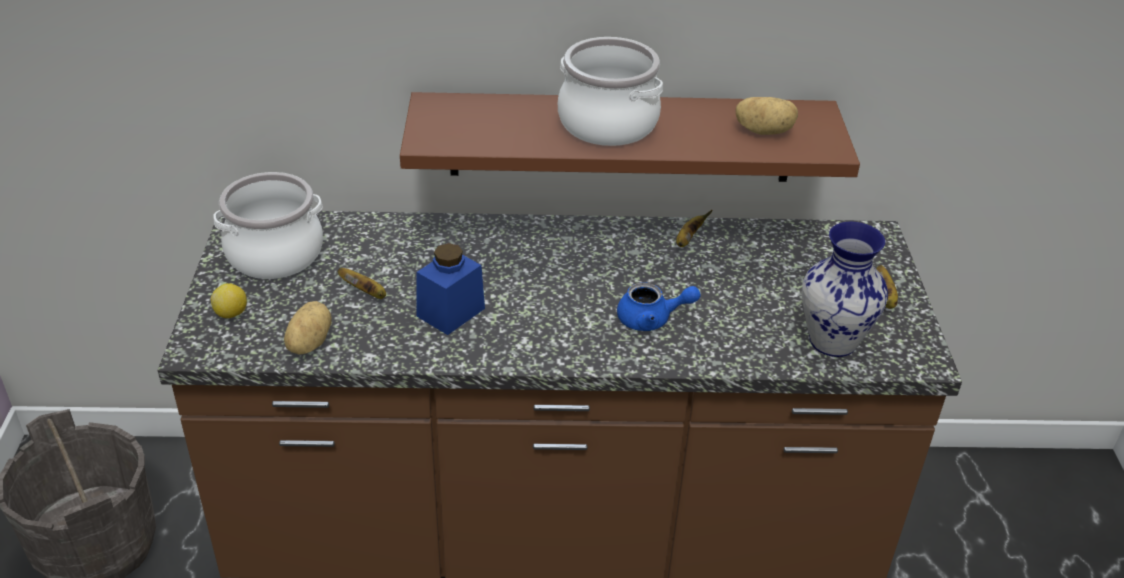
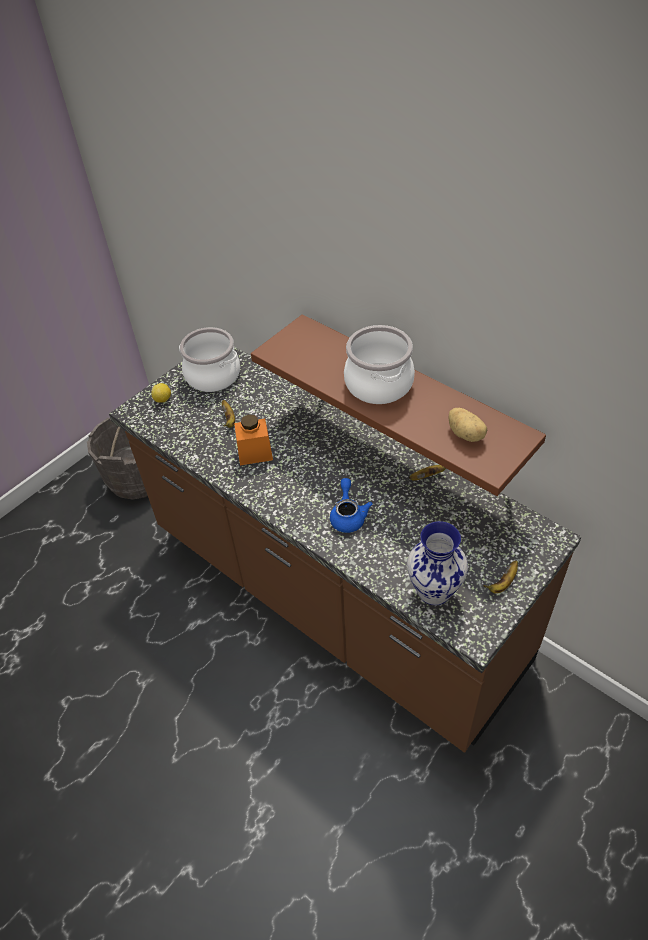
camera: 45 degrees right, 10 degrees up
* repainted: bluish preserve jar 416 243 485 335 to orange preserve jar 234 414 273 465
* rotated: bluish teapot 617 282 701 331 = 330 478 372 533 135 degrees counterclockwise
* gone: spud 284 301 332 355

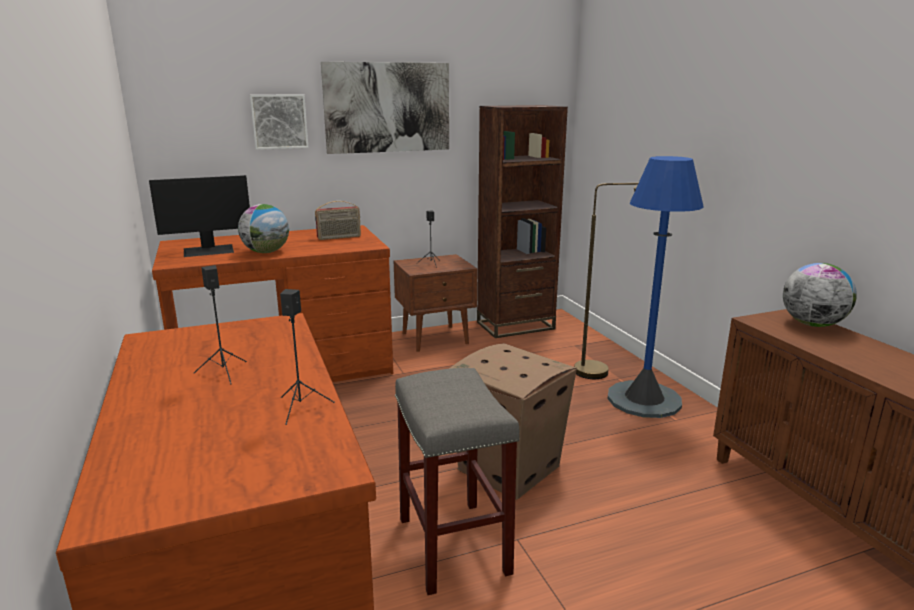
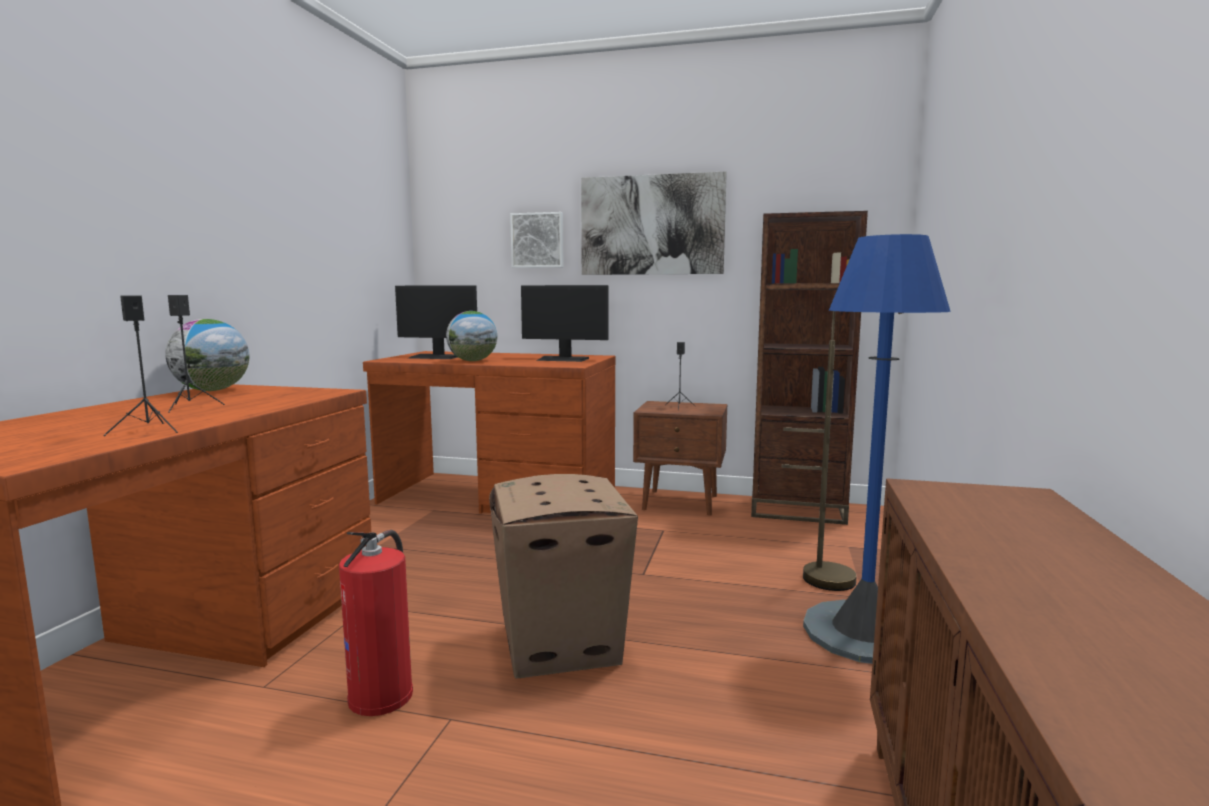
camera: 35 degrees right, 10 degrees down
* swapped: radio set 315 201 361 240 to monitor 521 285 609 362
* shifted: desk globe 783 263 857 327 to 165 319 249 391
* swapped: grey stool 395 368 520 595 to fire-fighting cylinder 339 530 413 716

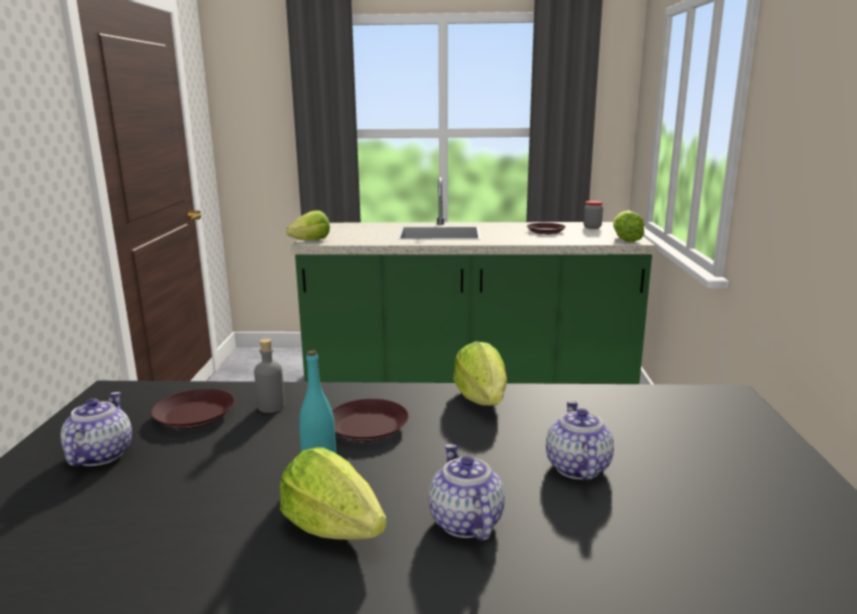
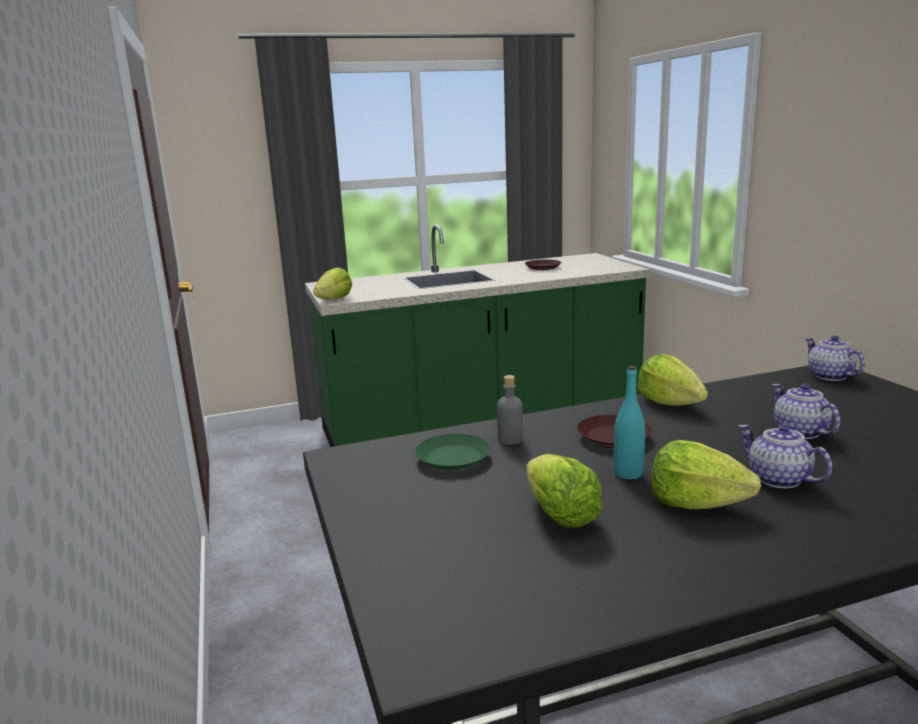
camera: 20 degrees left, 0 degrees up
* gone: preserve jar 584 201 603 229
* shifted: head of lettuce 613 210 644 242 to 526 454 603 528
* repainted: brown plate 151 389 235 429 to green-coloured plate 415 433 491 470
* shifted: teapot 61 392 132 466 to 805 335 865 381

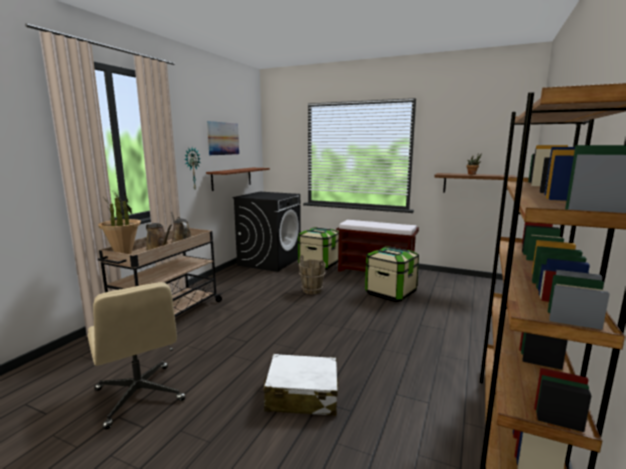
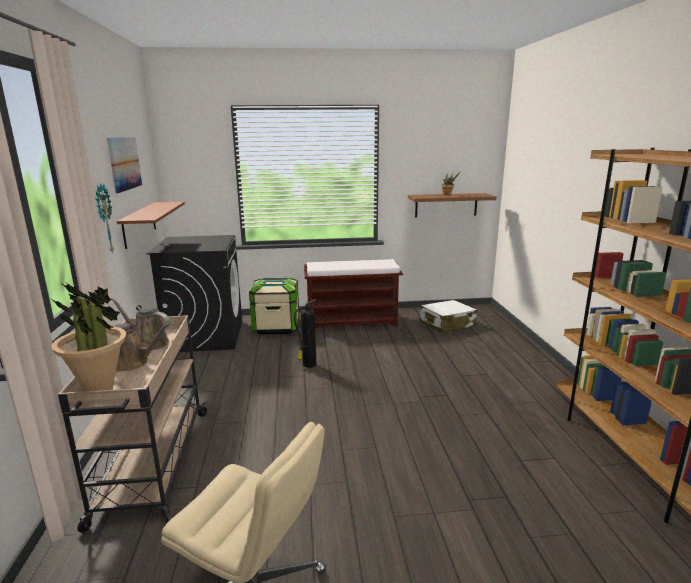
camera: 30 degrees left, 5 degrees up
* gone: storage bin 365 246 419 302
* swapped: brown bucket 299 255 326 294 to fire-fighting cylinder 294 299 319 368
* shifted: whitish suitcase 264 354 338 416 to 419 300 477 333

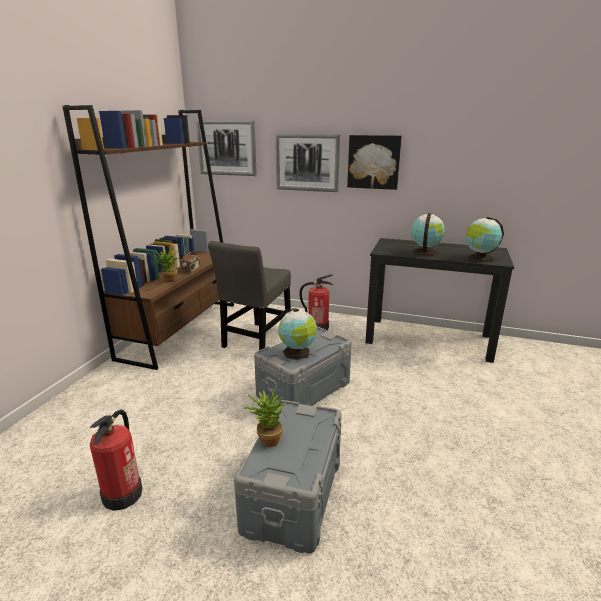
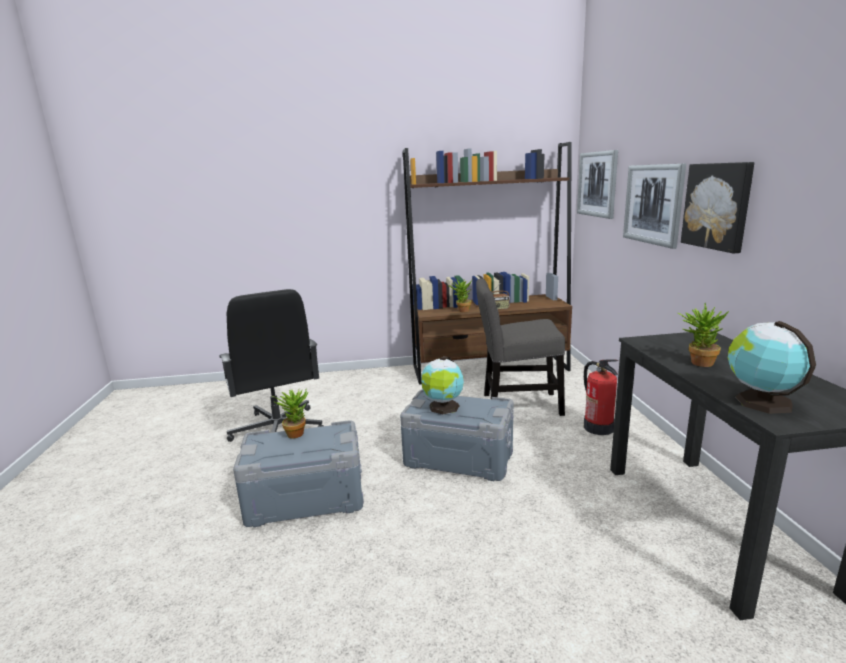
camera: 65 degrees right, 5 degrees down
* swapped: desk globe 411 213 445 257 to plant in a pot 678 303 729 367
* swapped: fire-fighting cylinder 90 410 142 511 to black-coloured office chair 220 289 323 442

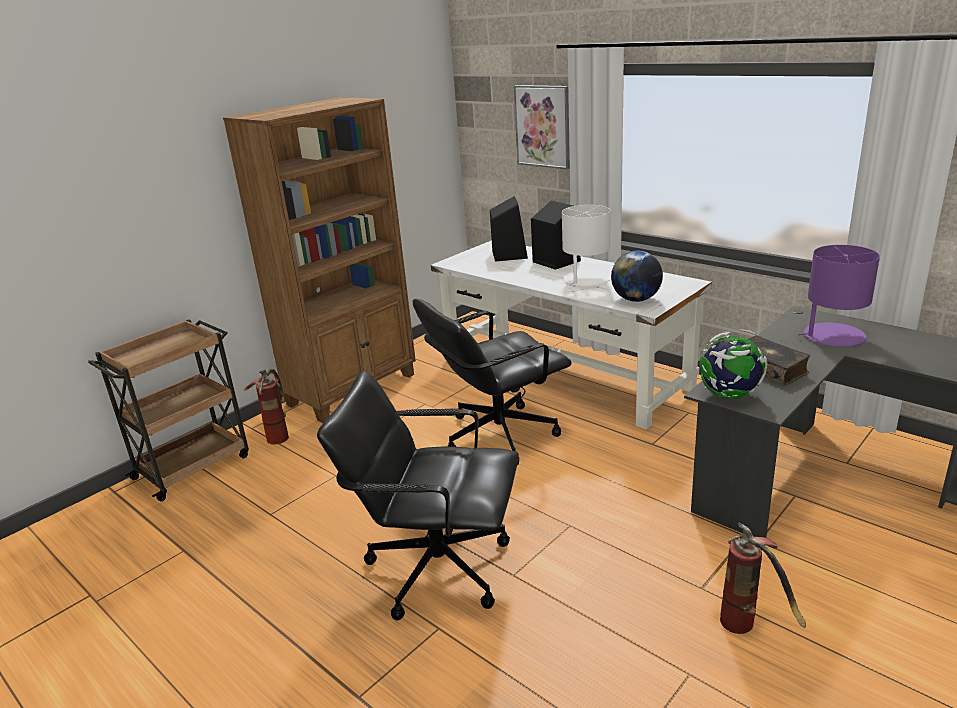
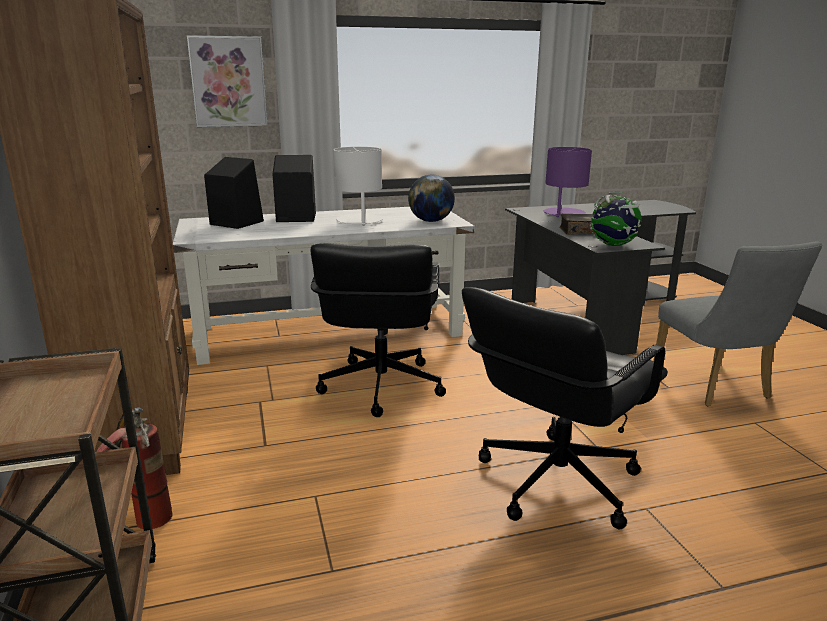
camera: 60 degrees left, 5 degrees down
* swapped: fire-fighting cylinder 720 523 806 634 to grey chair 653 241 822 406

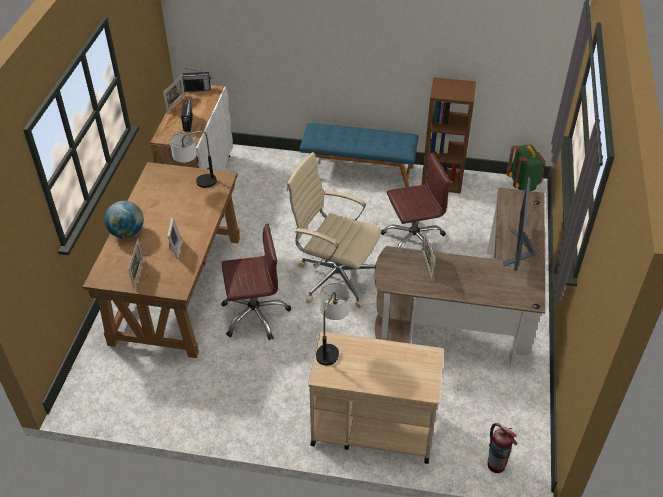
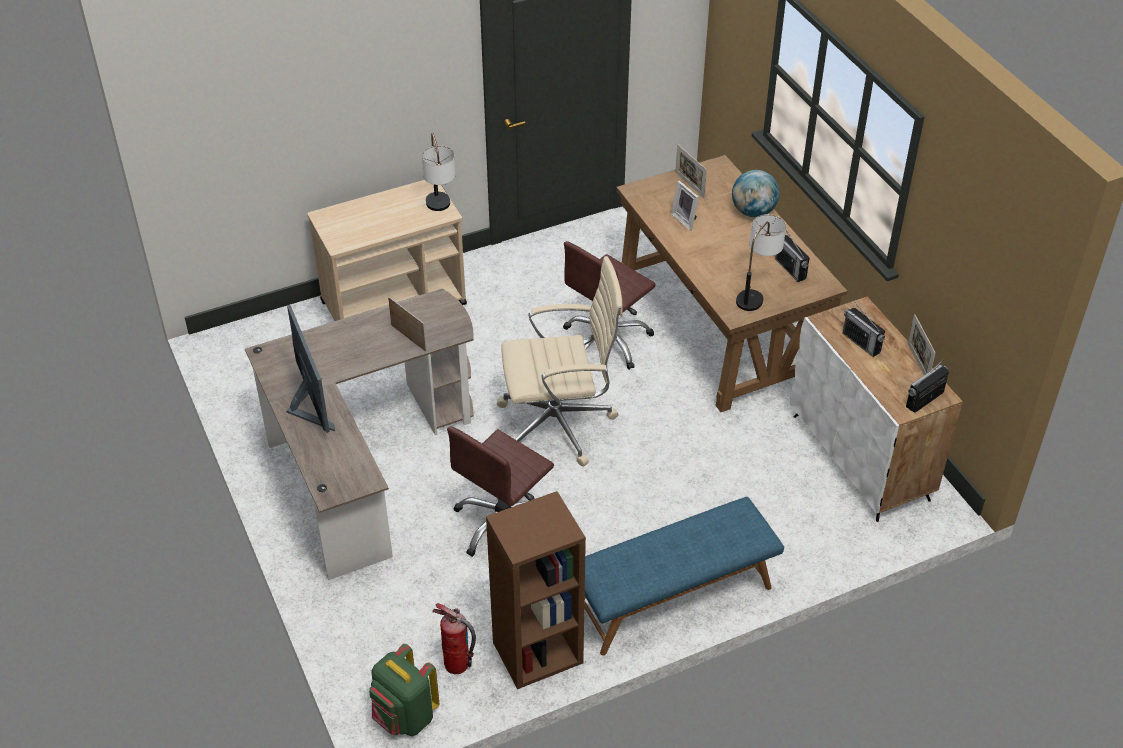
camera: 145 degrees right, 0 degrees up
* shifted: fire-fighting cylinder 488 423 517 473 to 432 603 476 674
* new: radio set 775 231 810 282

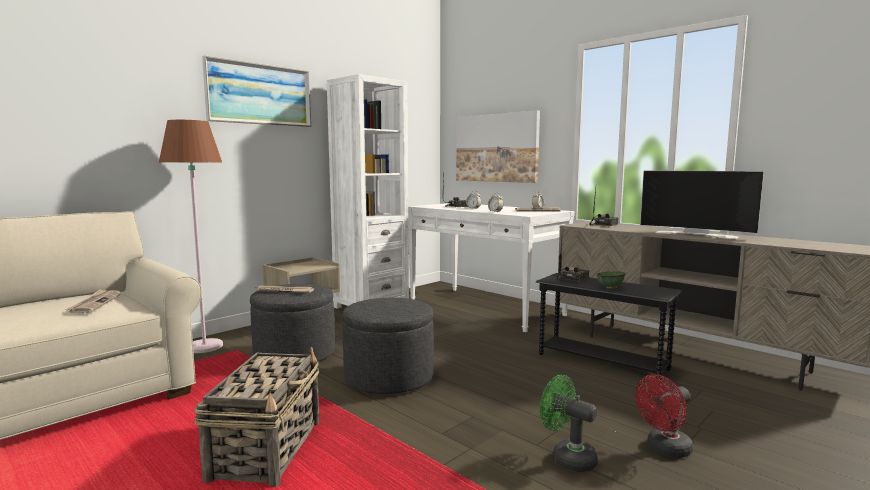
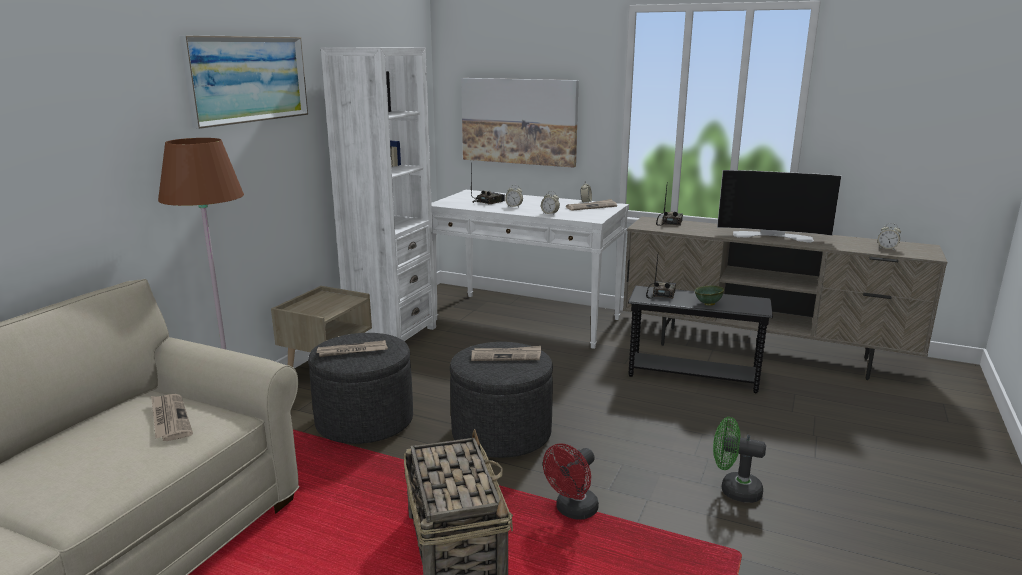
camera: 20 degrees left, 10 degrees up
* shifted: reddish electric fan 635 374 693 458 to 543 443 599 520
* new: alarm clock 878 223 901 251
* new: printed paper 471 346 541 361

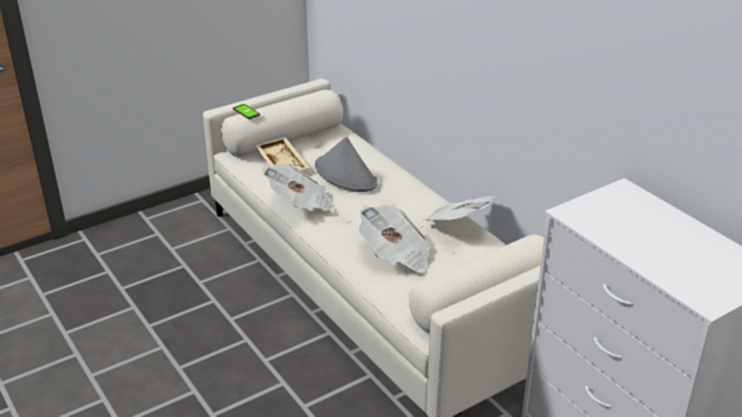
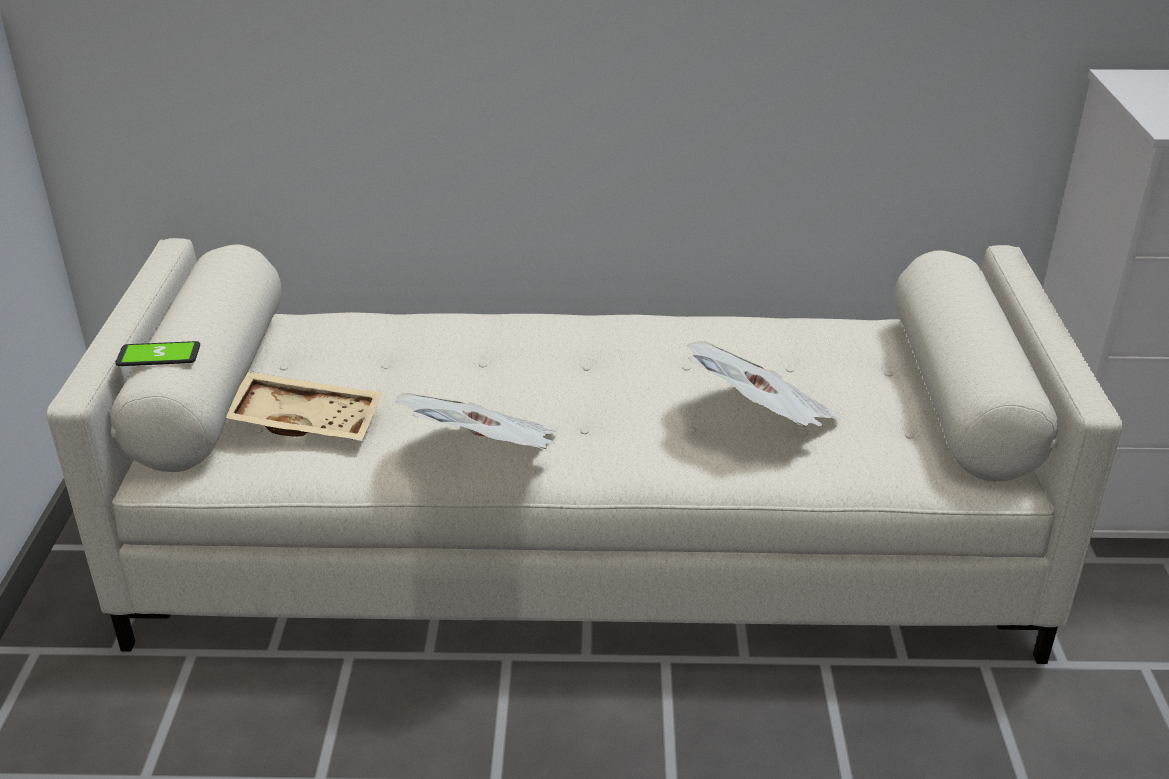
camera: 55 degrees left, 0 degrees up
* gone: grey hat 315 136 378 192
* gone: printed paper 424 196 496 221

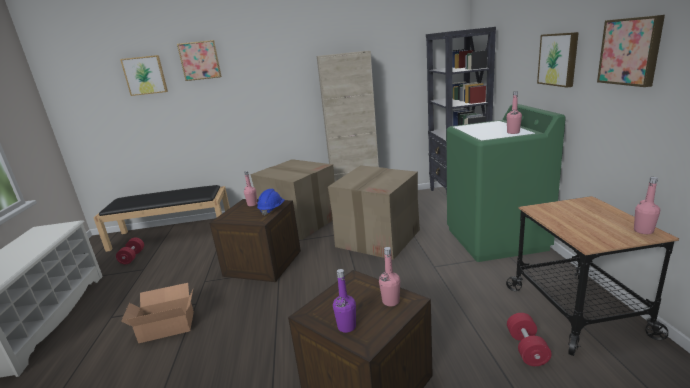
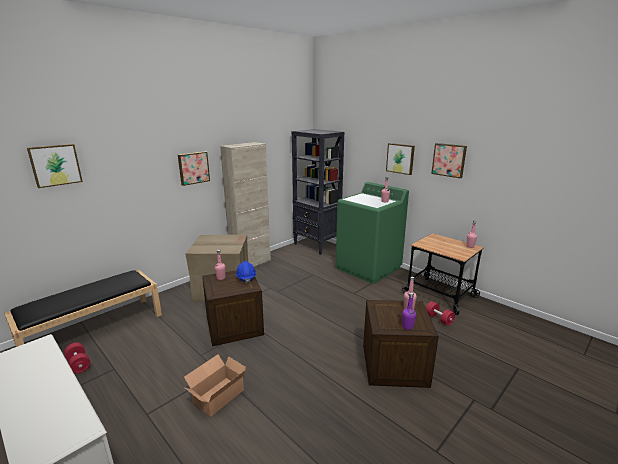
camera: 40 degrees left, 0 degrees up
* shifted: wall picture 177 40 222 81 to 178 151 210 186
* gone: carton 328 165 420 260

